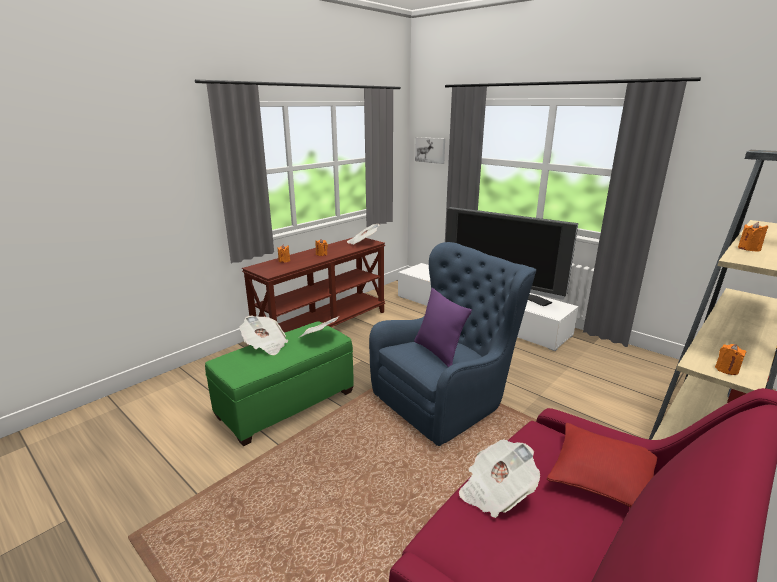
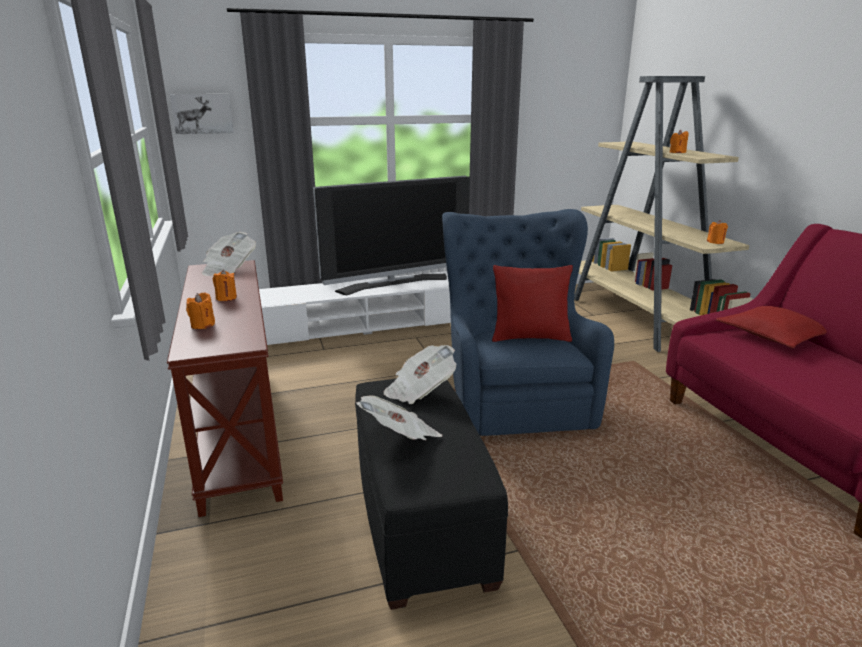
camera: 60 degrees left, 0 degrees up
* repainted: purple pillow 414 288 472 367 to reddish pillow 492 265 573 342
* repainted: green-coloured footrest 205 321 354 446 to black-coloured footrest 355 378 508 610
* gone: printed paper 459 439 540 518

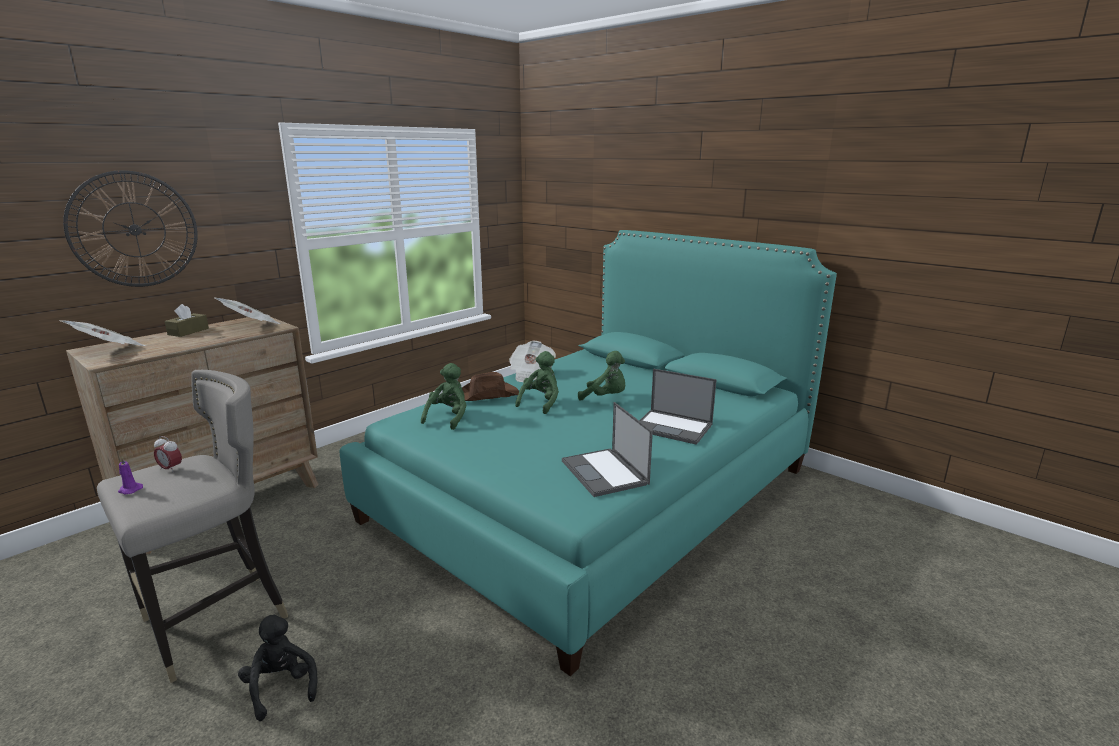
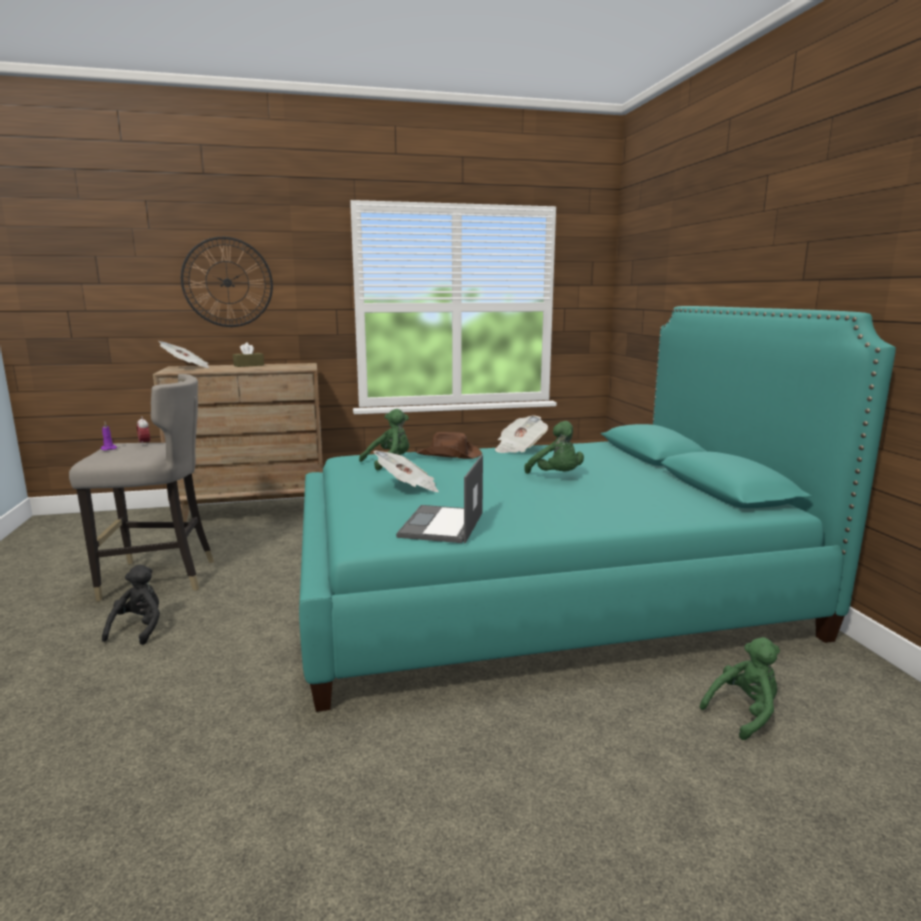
camera: 35 degrees right, 5 degrees down
* shifted: printed paper 214 298 280 324 to 373 450 438 492
* shifted: green-coloured plush toy 515 351 559 414 to 700 637 780 740
* gone: portable computer 639 369 717 445

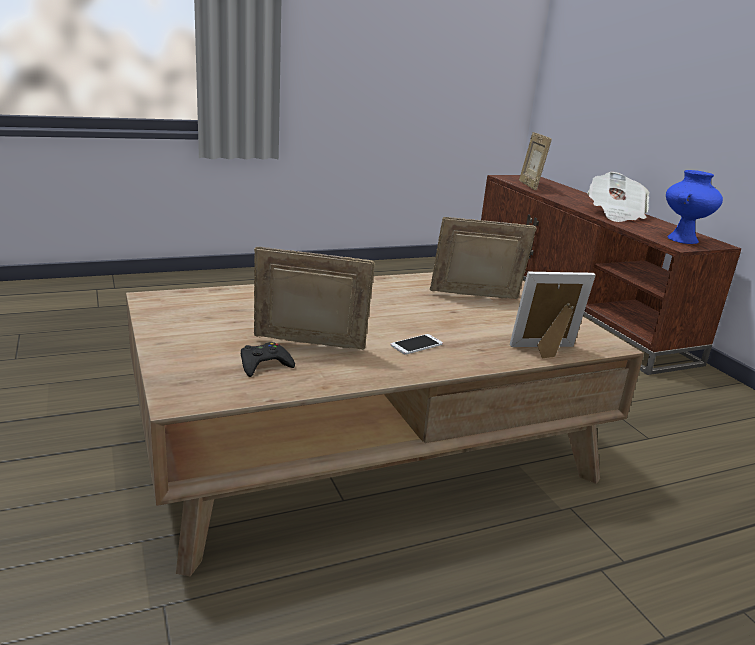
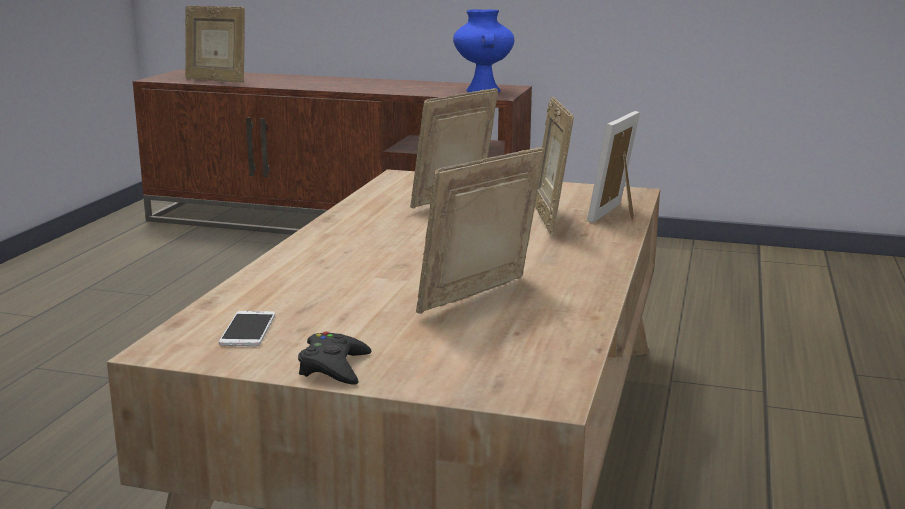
camera: 50 degrees left, 5 degrees down
* gone: printed paper 587 172 649 222
* shifted: phone 391 334 443 355 to 219 311 275 346
* shifted: black-coloured game controller 241 342 295 377 to 298 332 371 385
* new: photo frame 535 97 574 234

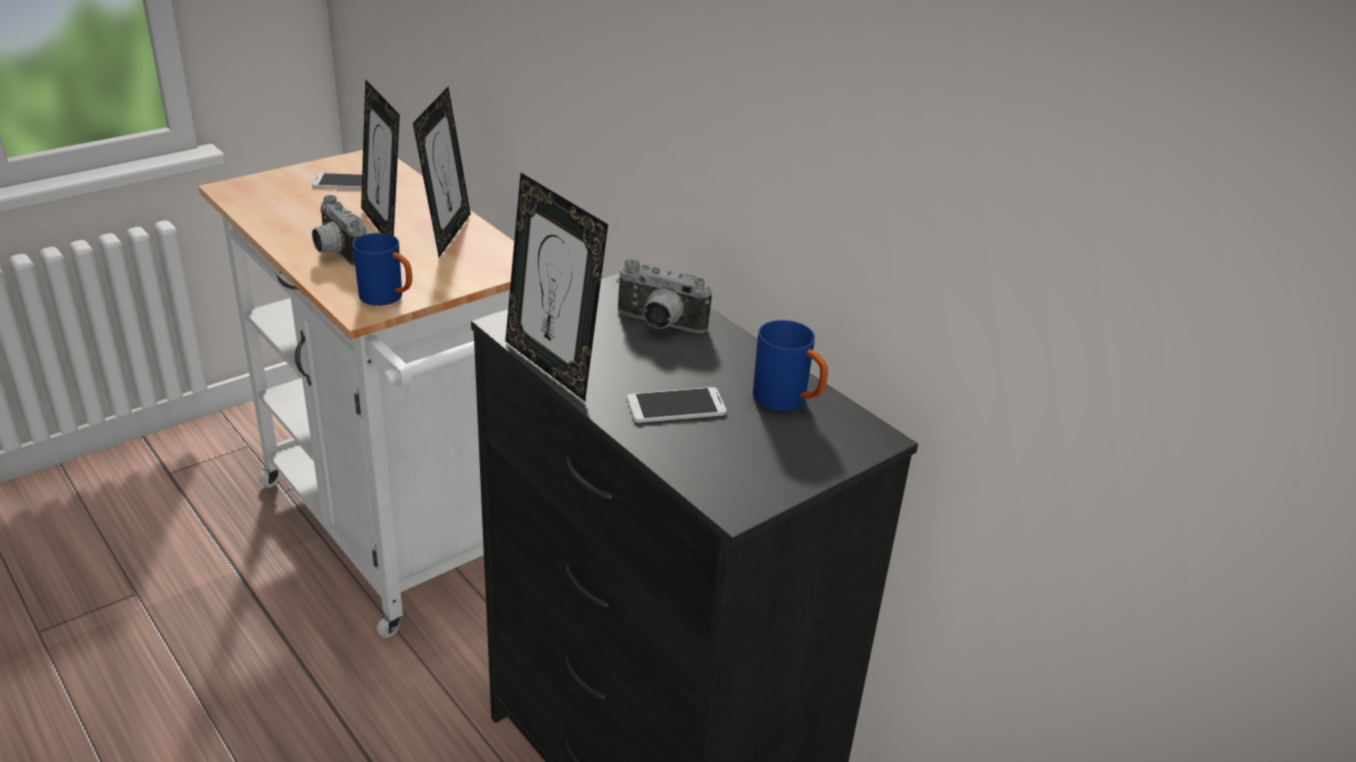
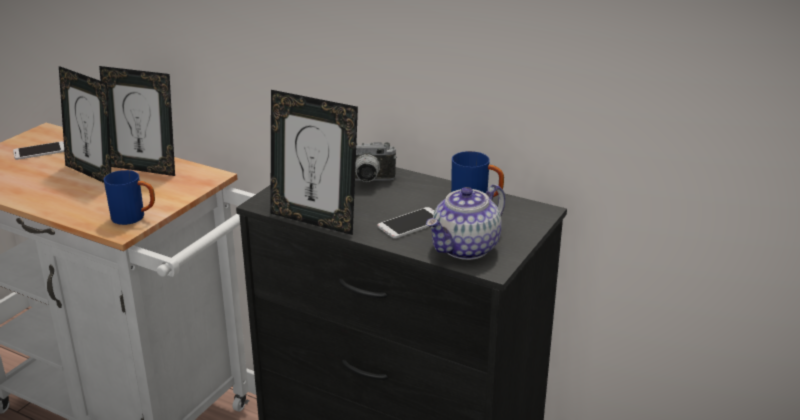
camera: 20 degrees left, 5 degrees down
* rotated: photo frame 413 86 471 257 = 99 66 175 176 120 degrees clockwise
* gone: photo camera 312 195 366 266
* new: teapot 426 184 505 260

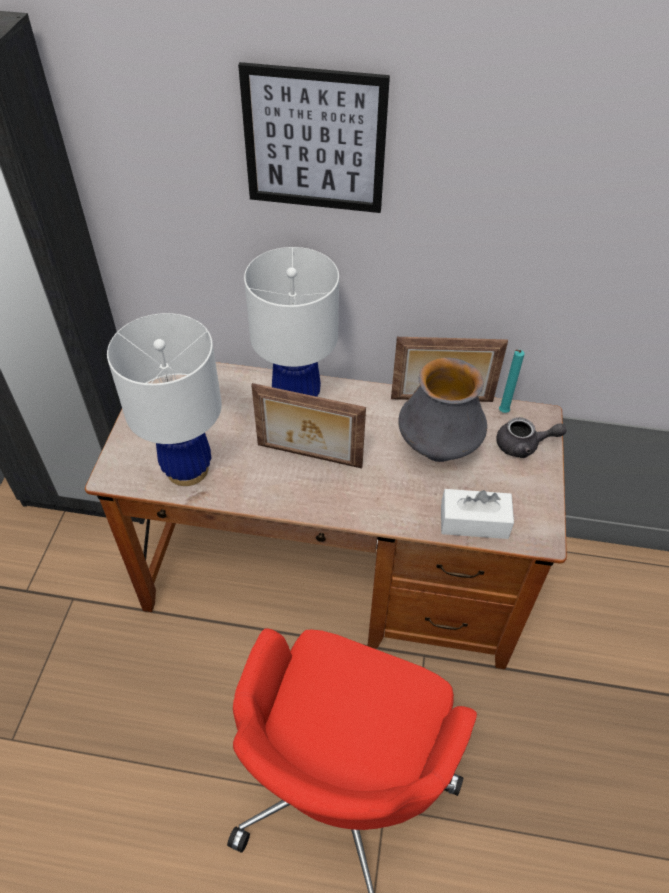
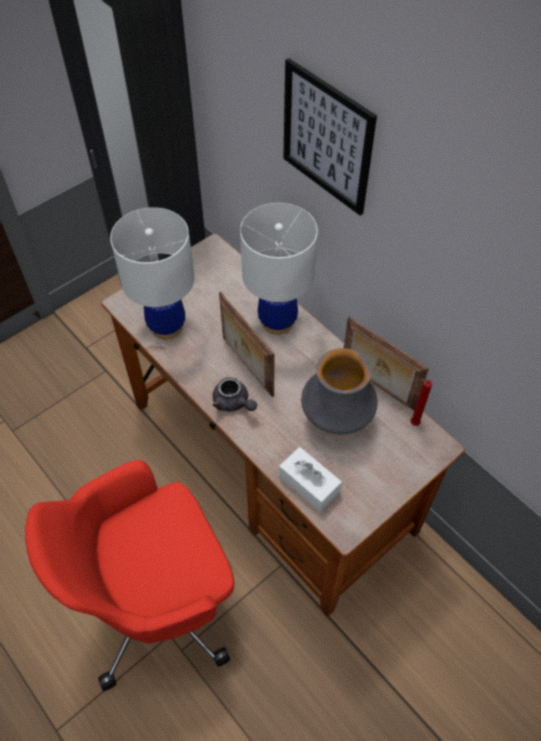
camera: 40 degrees right, 5 degrees up
* repainted: turquoise wax candle 499 350 524 413 to reddish wax candle 410 379 432 426
* shifted: grey teapot 496 417 567 458 to 213 377 257 411

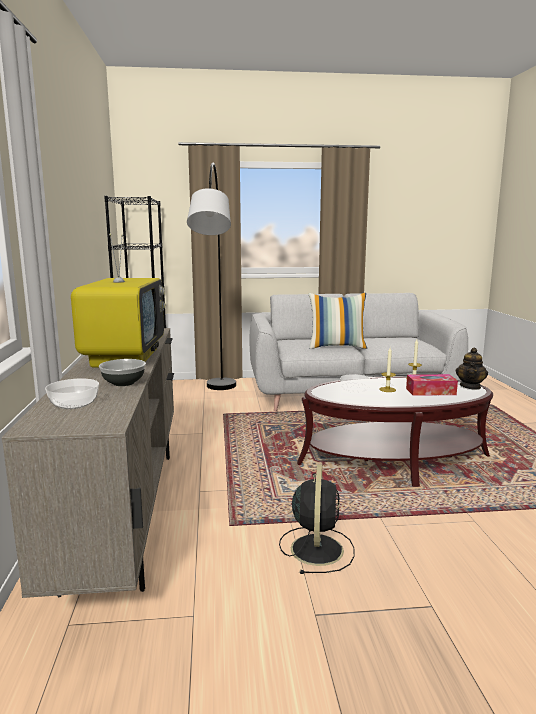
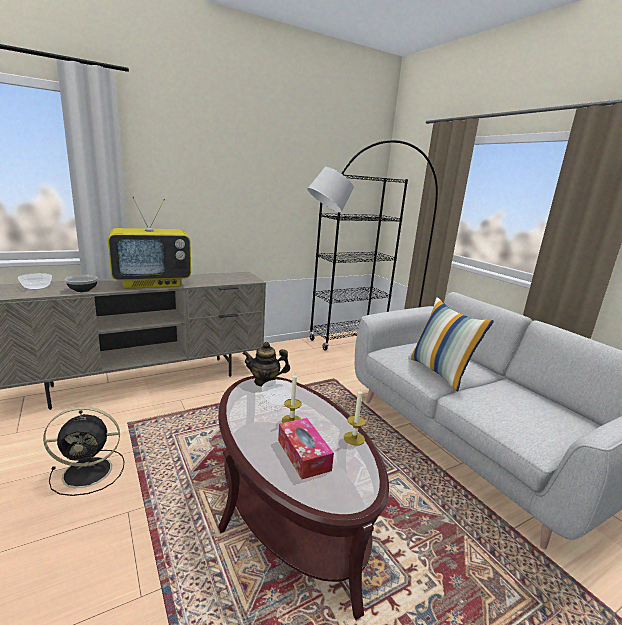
camera: 65 degrees right, 5 degrees up
* shifted: teapot 456 347 488 390 to 242 342 290 387

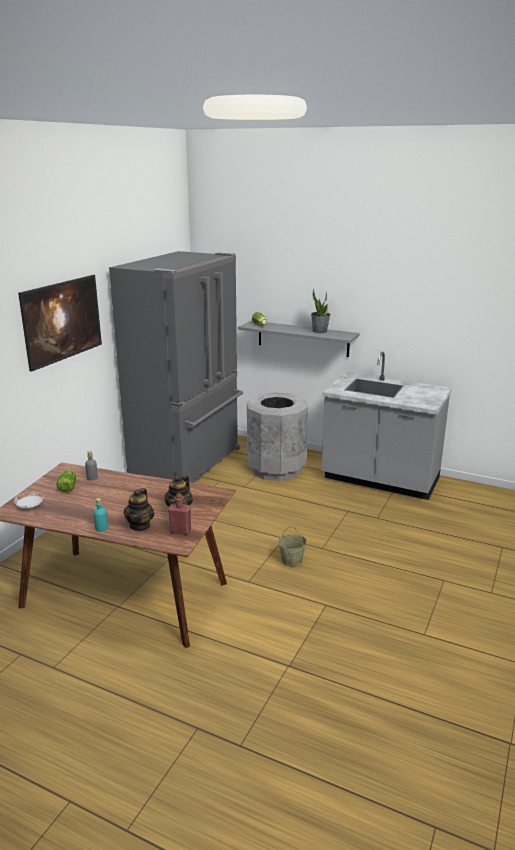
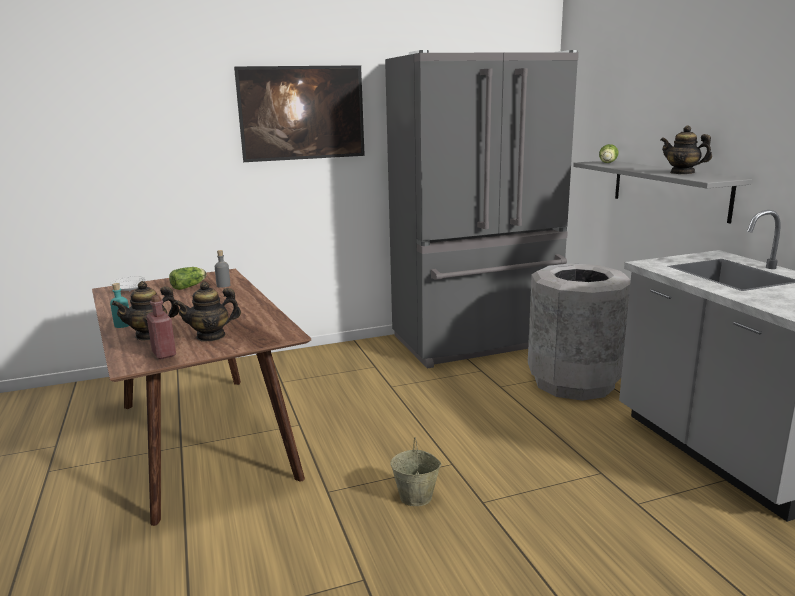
camera: 45 degrees right, 5 degrees down
* swapped: plant in a pot 311 289 331 333 to teapot 661 126 712 174

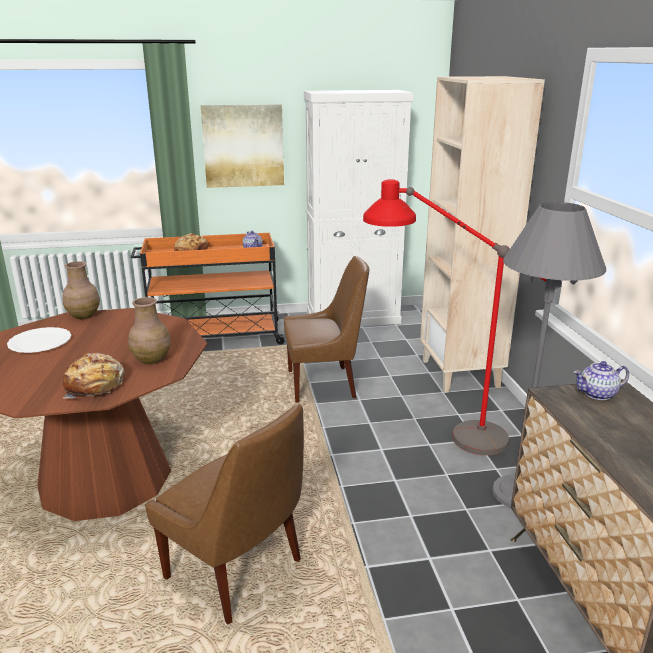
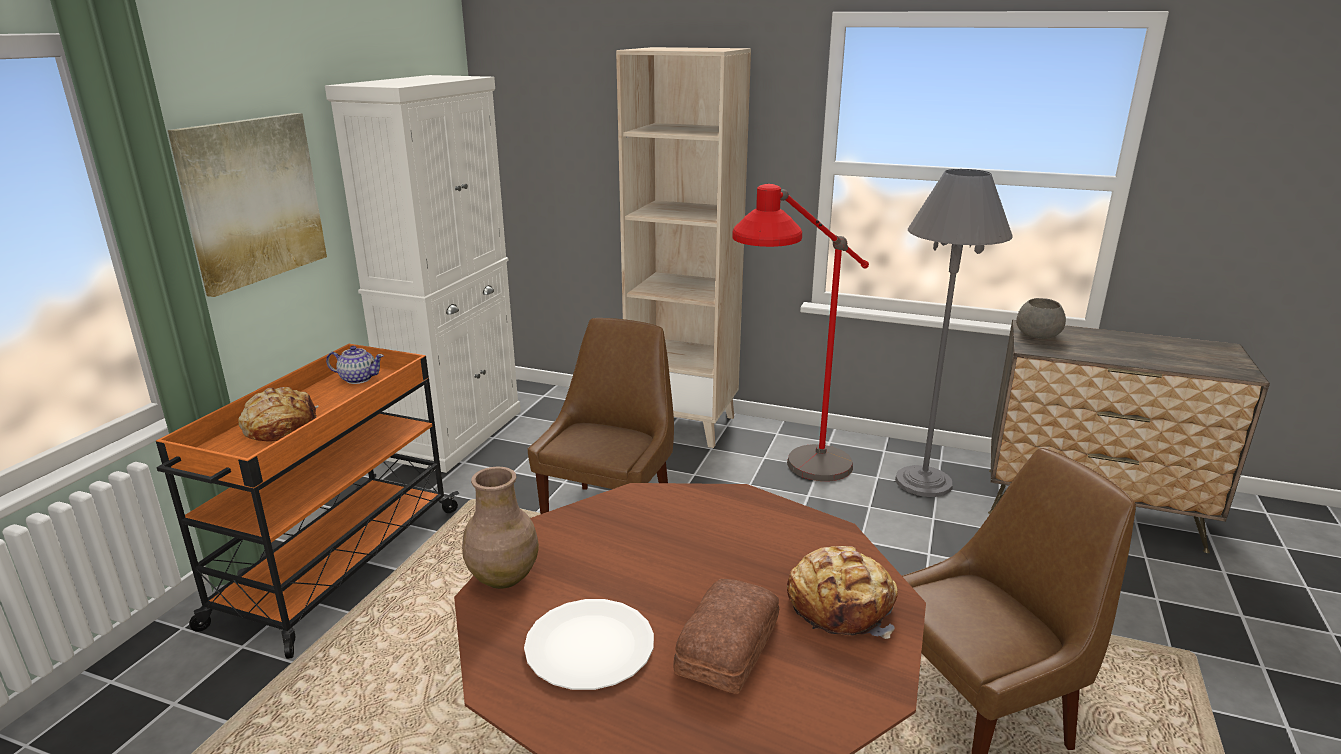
camera: 60 degrees left, 0 degrees up
* gone: brown vase 128 297 171 365
* swapped: teapot 573 361 629 400 to grey deep dish 1016 298 1066 339
* new: baked bread 673 579 779 694

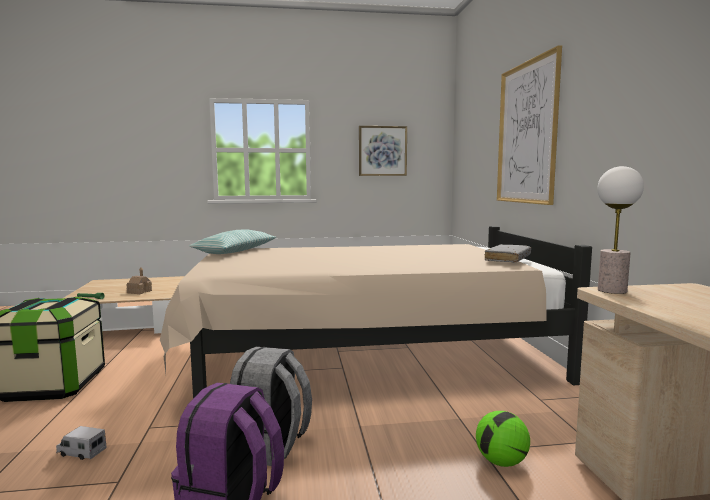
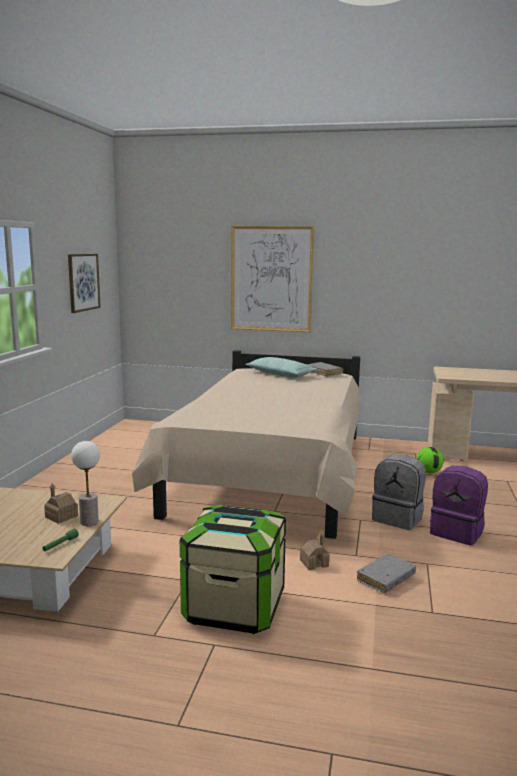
camera: 70 degrees left, 5 degrees up
* shifted: lamp for a table 597 166 644 294 to 71 441 100 526
* shifted: pillow 189 230 276 254 to 245 357 317 377
* swapped: toy truck 56 426 107 460 to grey book 357 554 416 593
* new: model house 300 531 330 570

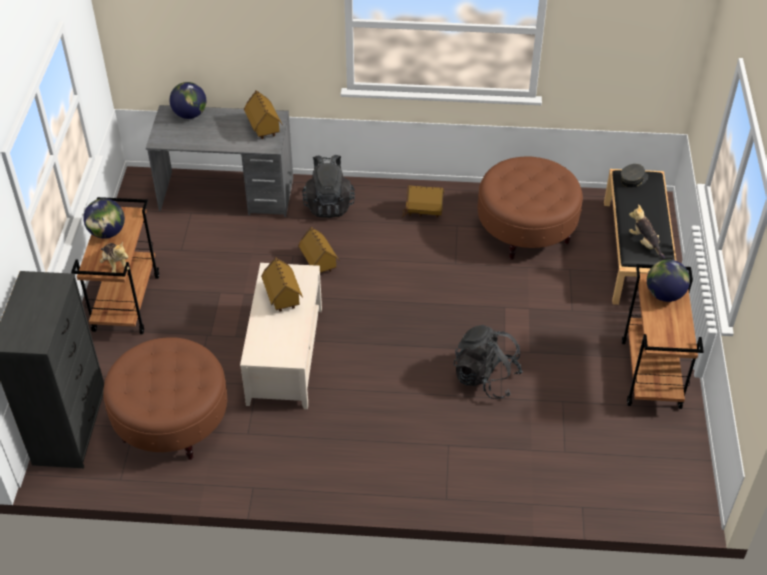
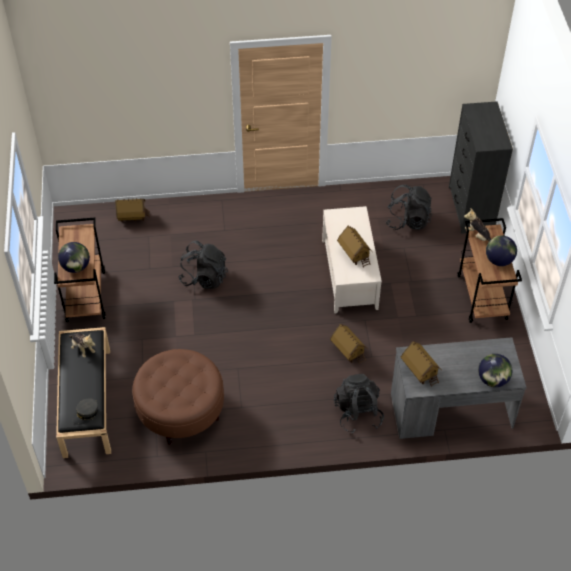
camera: 170 degrees right, 5 degrees up
* shifted: model house 402 185 444 218 to 115 198 150 222
* swapped: brown footrest 103 337 228 460 to black-coloured rucksack 386 185 432 230

